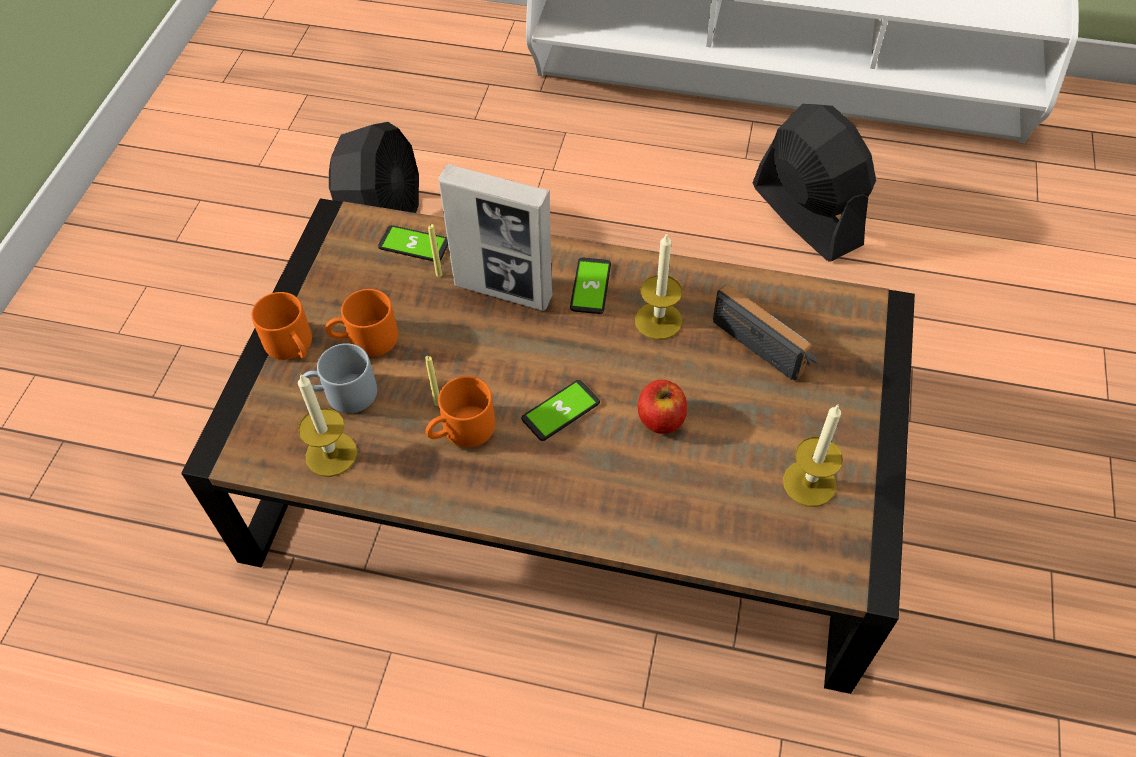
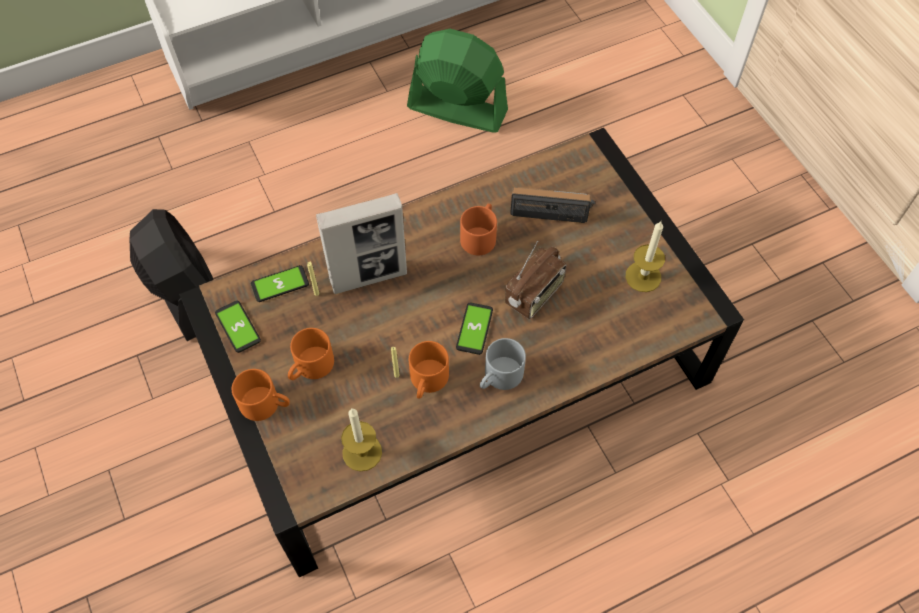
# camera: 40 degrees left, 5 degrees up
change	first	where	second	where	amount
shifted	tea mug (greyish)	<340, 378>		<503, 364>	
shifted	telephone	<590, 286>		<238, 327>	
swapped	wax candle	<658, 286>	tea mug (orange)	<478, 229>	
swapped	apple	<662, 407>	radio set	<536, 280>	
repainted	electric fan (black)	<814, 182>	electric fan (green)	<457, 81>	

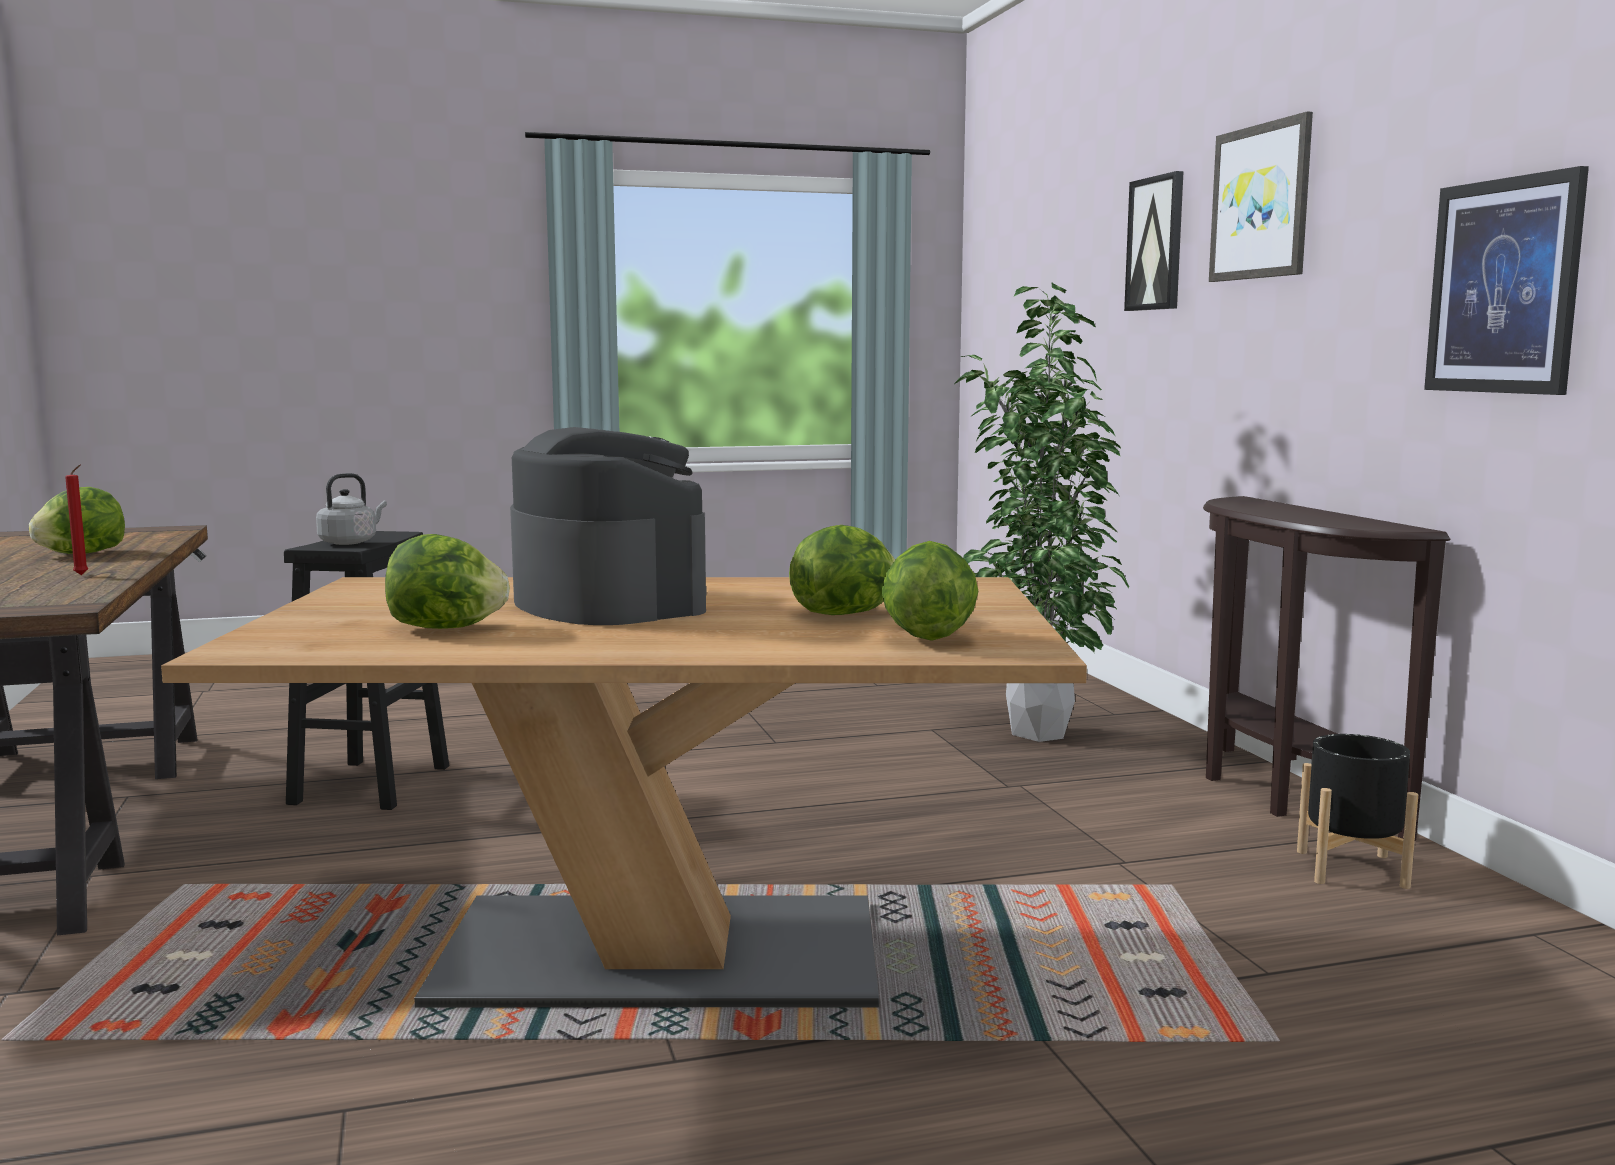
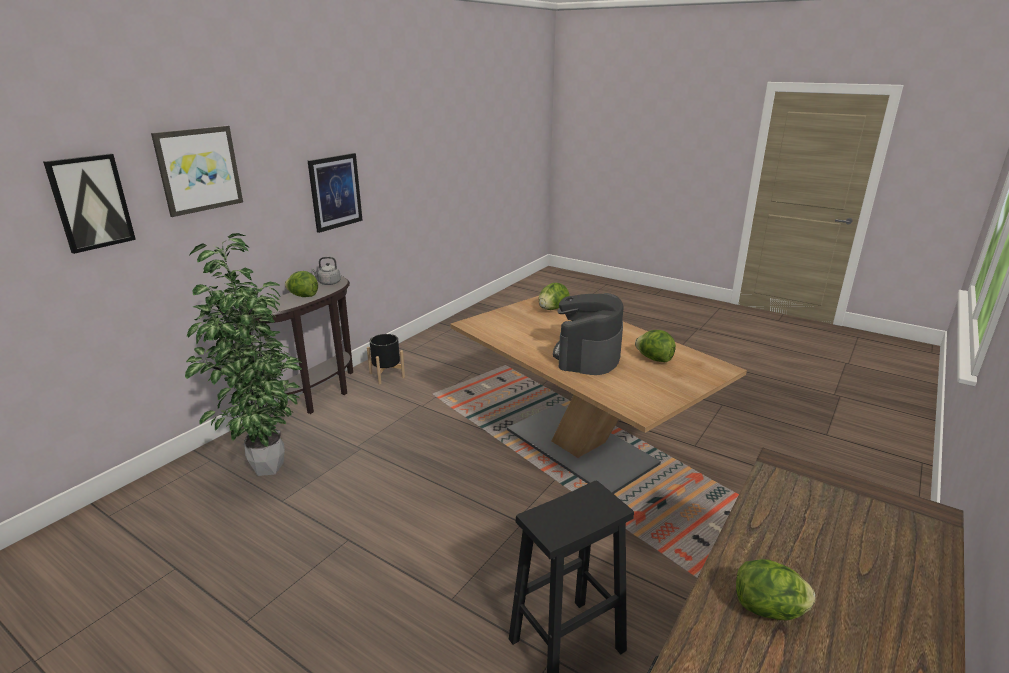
# camera: 130 degrees left, 15 degrees up
change	first	where	second	where	amount
gone	wax candle (red)	<76, 519>			
shifted	water kettle (greyish)	<351, 509>		<326, 271>	
shifted	lettuce head	<842, 570>		<301, 284>	

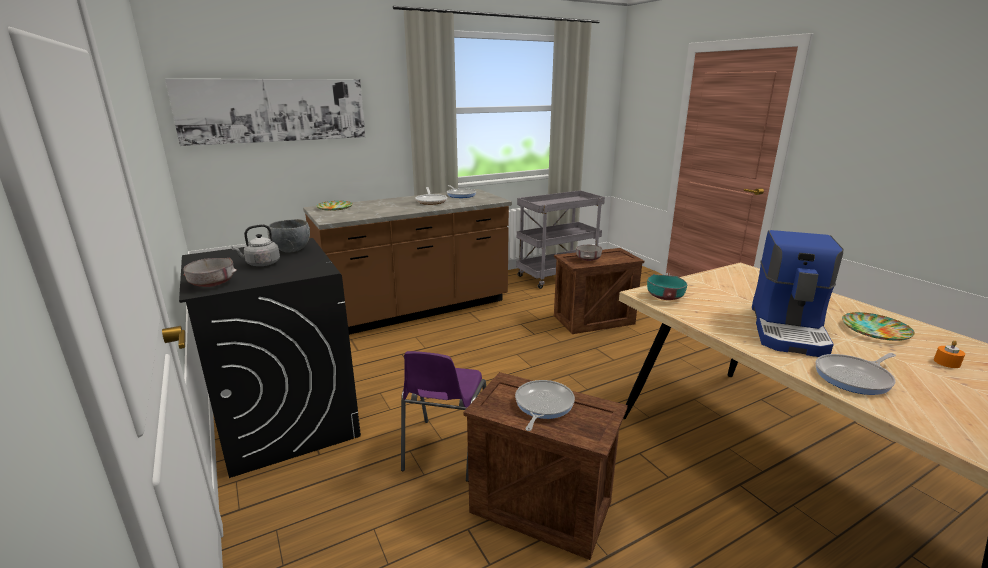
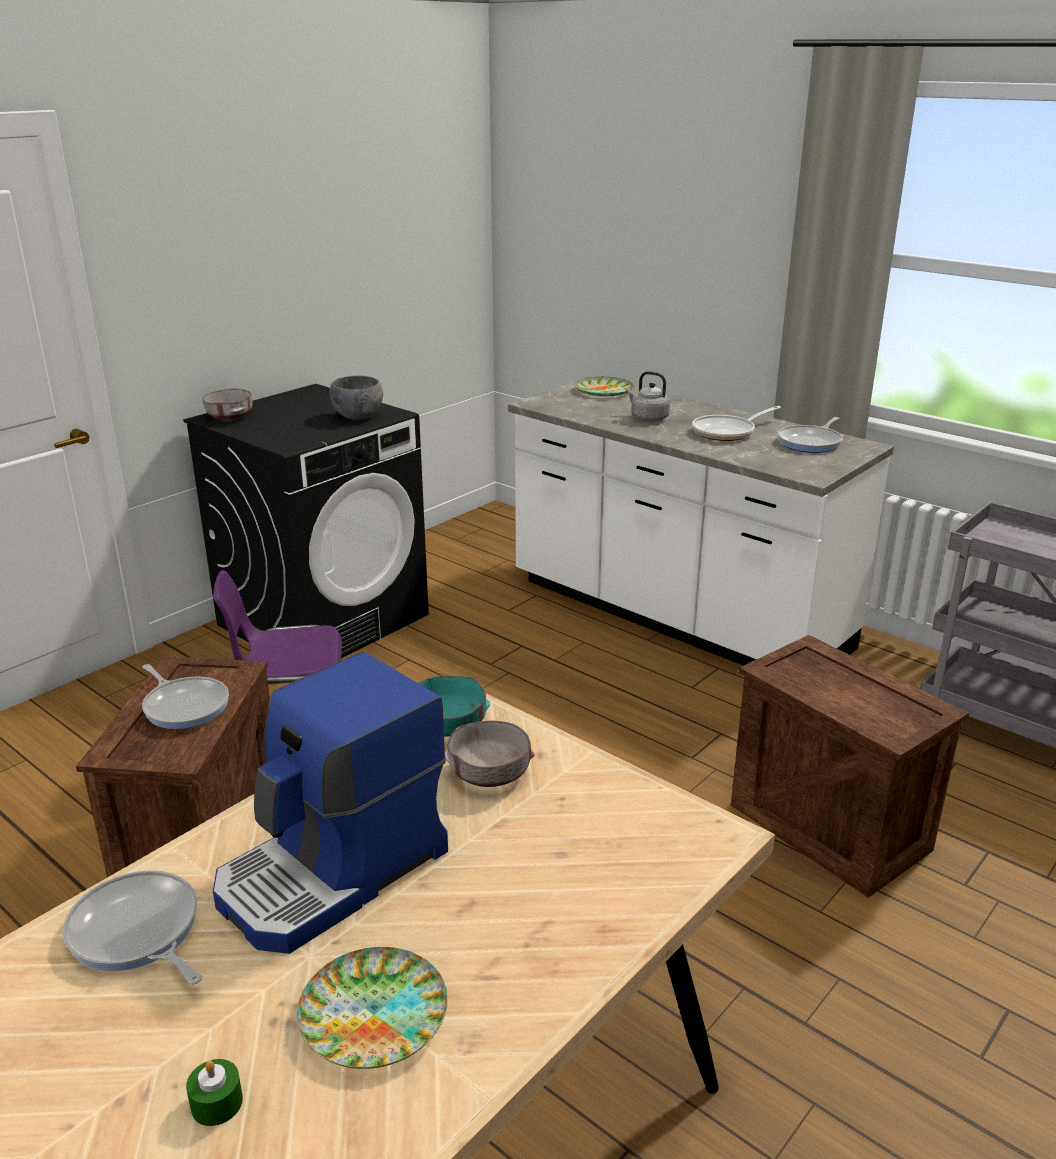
# camera: 70 degrees right, 5 degrees up
change	first	where	second	where	amount
gone	picture	<265, 112>			
shifted	water kettle (greyish)	<256, 245>		<648, 396>	
repainted	kitchen base unit (brown)	<407, 262>	kitchen base unit (white-coloured)	<701, 521>	
rotated	frying pan	<545, 405>		<185, 696>	45 degrees clockwise
shifted	deep dish (greyish)	<589, 253>		<489, 754>	
rotated	coffee maker	<798, 293>		<330, 803>	45 degrees counterclockwise
repainted	wax candle (orange)	<949, 354>	wax candle (green)	<214, 1092>	

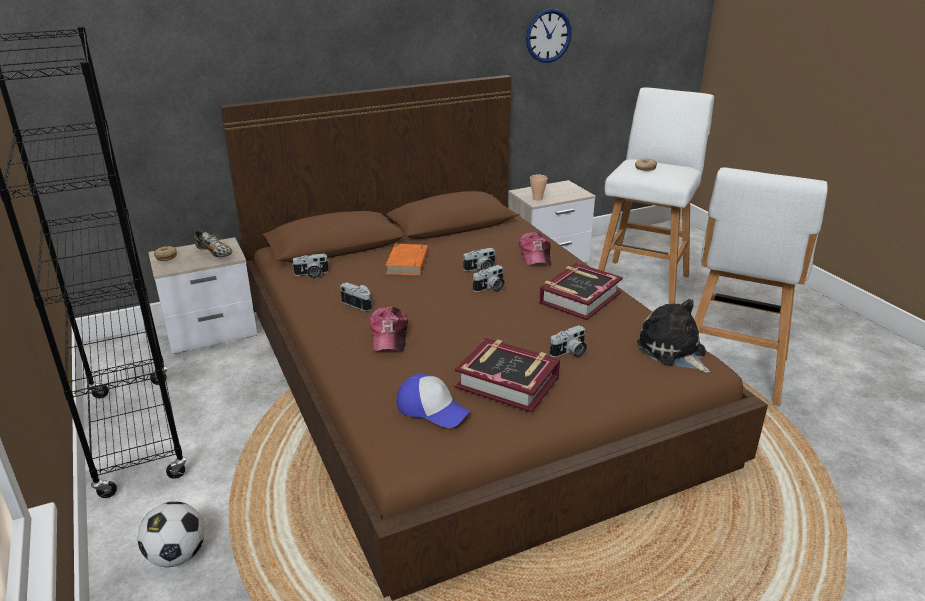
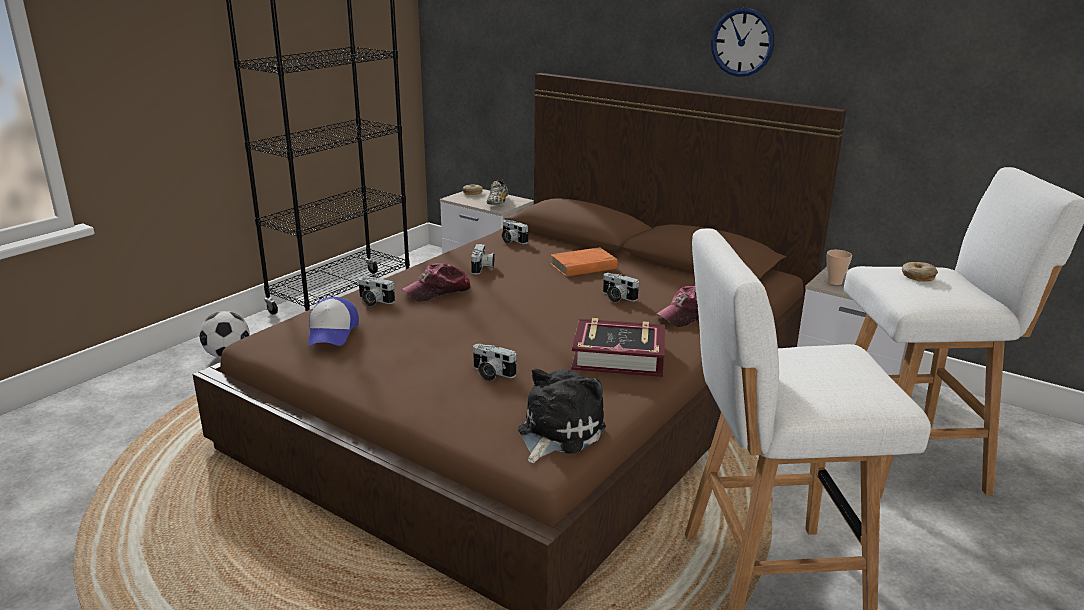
# camera: 60 degrees right, 5 degrees down
change	first	where	second	where	amount
gone	volume	<507, 375>			
shifted	photo camera	<489, 278>		<376, 292>	
shifted	wall clock	<549, 36>		<742, 42>	

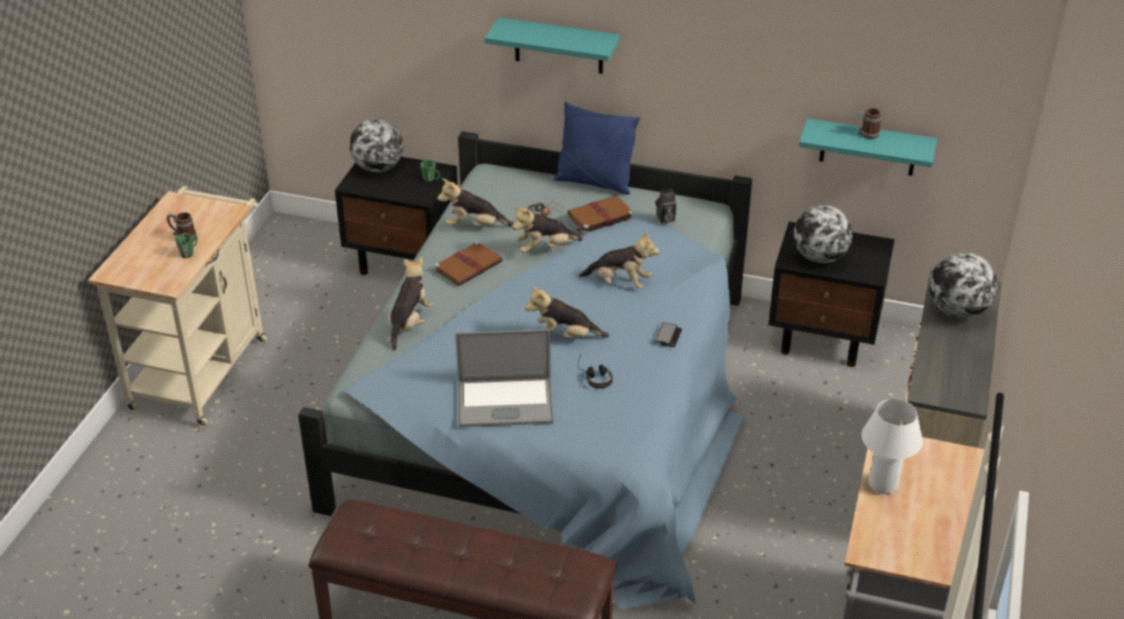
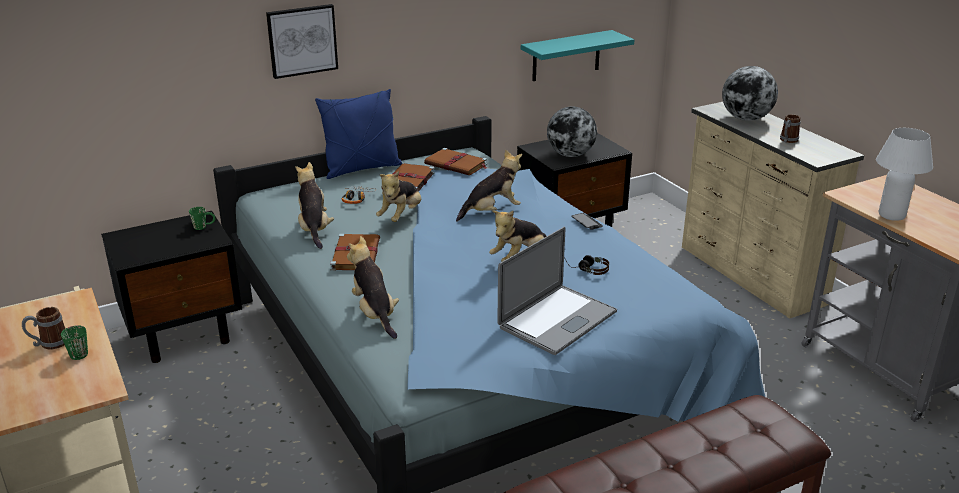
# camera: 45 degrees left, 10 degrees down
change	first	where	second	where	amount
gone	desk globe	<376, 145>			
rotated	cuddly toy	<475, 202>		<314, 205>	120 degrees clockwise
swapped	wall shelf (blue-green)	<552, 45>	picture	<302, 41>	
swapped	photo camera	<665, 206>	volume (brown)	<456, 161>	
shifted	tea mug	<867, 123>		<790, 128>	

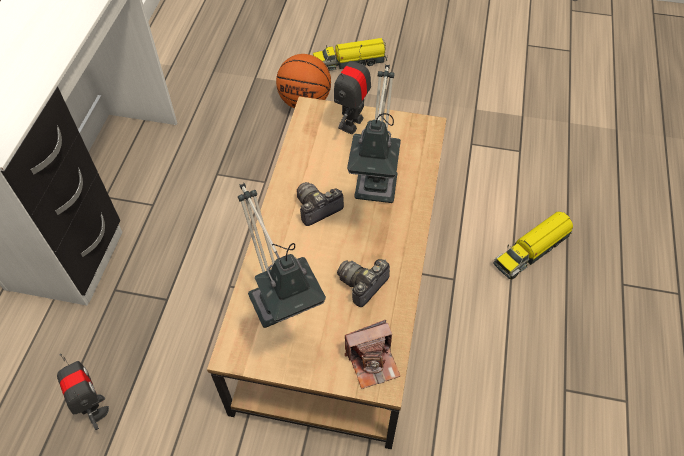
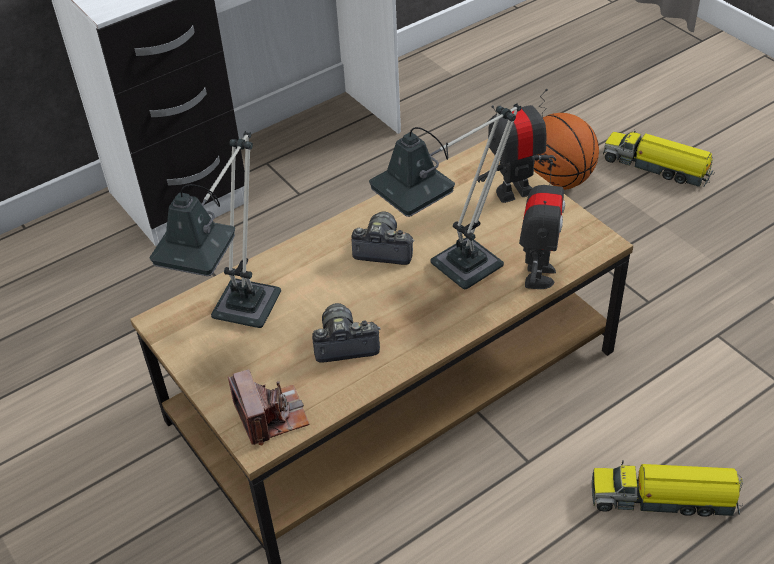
# camera: 45 degrees right, 10 degrees down
change	first	where	second	where	amount
shifted	model robot	<83, 392>		<542, 225>	
rotated	photo camera	<372, 354>		<268, 407>	135 degrees counterclockwise

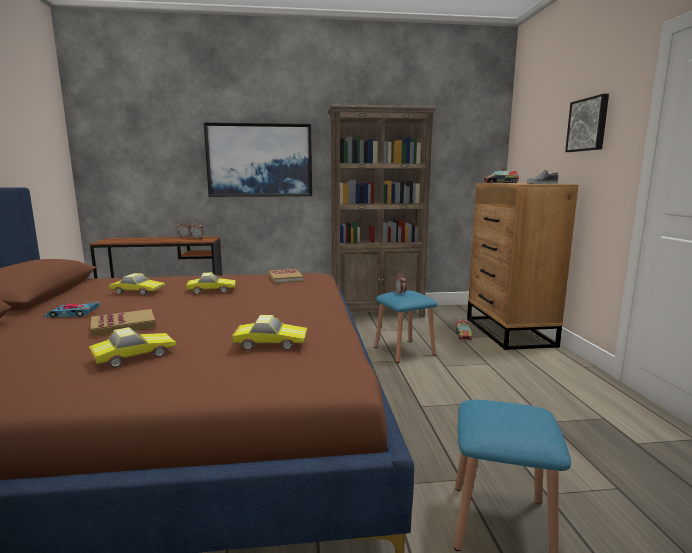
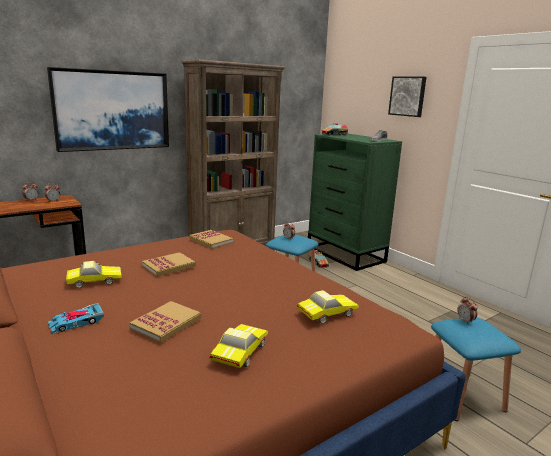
# camera: 30 degrees left, 5 degrees up
change	first	where	second	where	amount
swapped	model car	<211, 283>	volume	<169, 264>	
repainted	dresser (brown)	<522, 266>	dresser (green)	<355, 202>	
new			alarm clock	<467, 310>	

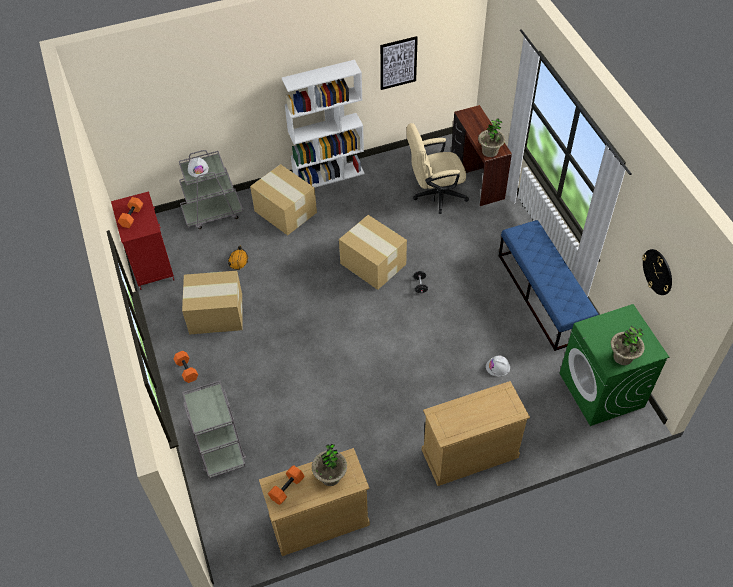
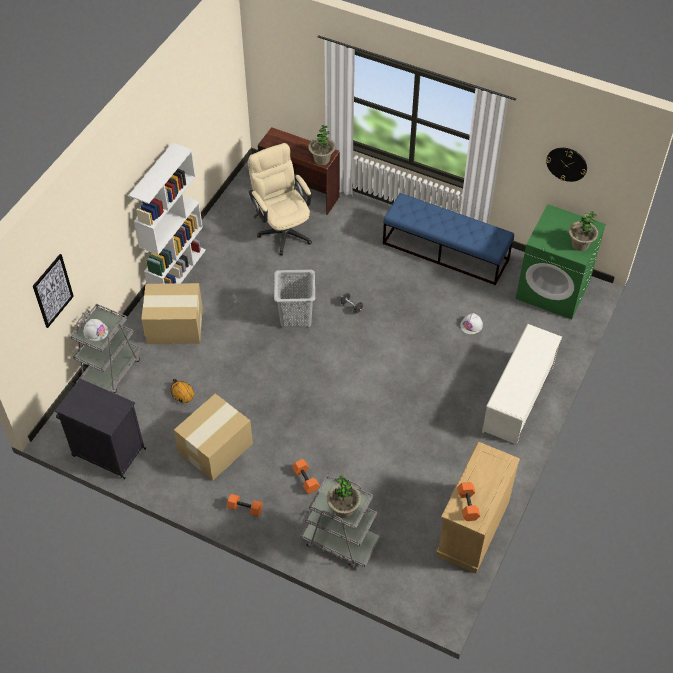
# camera: 45 degrees left, 0 degrees up
change	first	where	second	where	amount
repainted	cabinet (red)	<142, 240>	cabinet (black)	<100, 429>	
shifted	dumbbell (orange)	<130, 212>		<306, 476>	
shifted	plant in a pot	<329, 465>		<344, 496>	
swapped	packing box	<373, 252>	washing basket (greyish)	<294, 299>	
shifted	picture	<399, 63>		<53, 291>	
rotated	computer chair (beige-coloured)	<438, 168>		<280, 199>	120 degrees clockwise
swapped	dresser (beige-coloured)	<476, 433>	shoe shelf (white-coloured)	<522, 384>	

